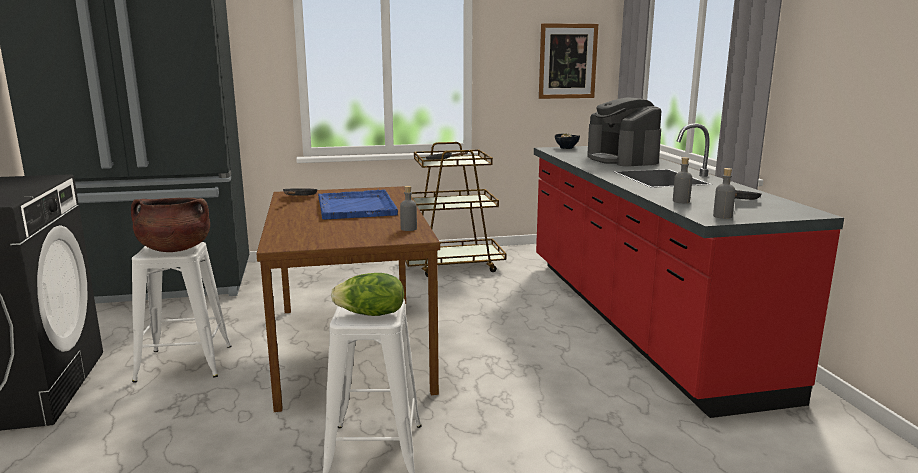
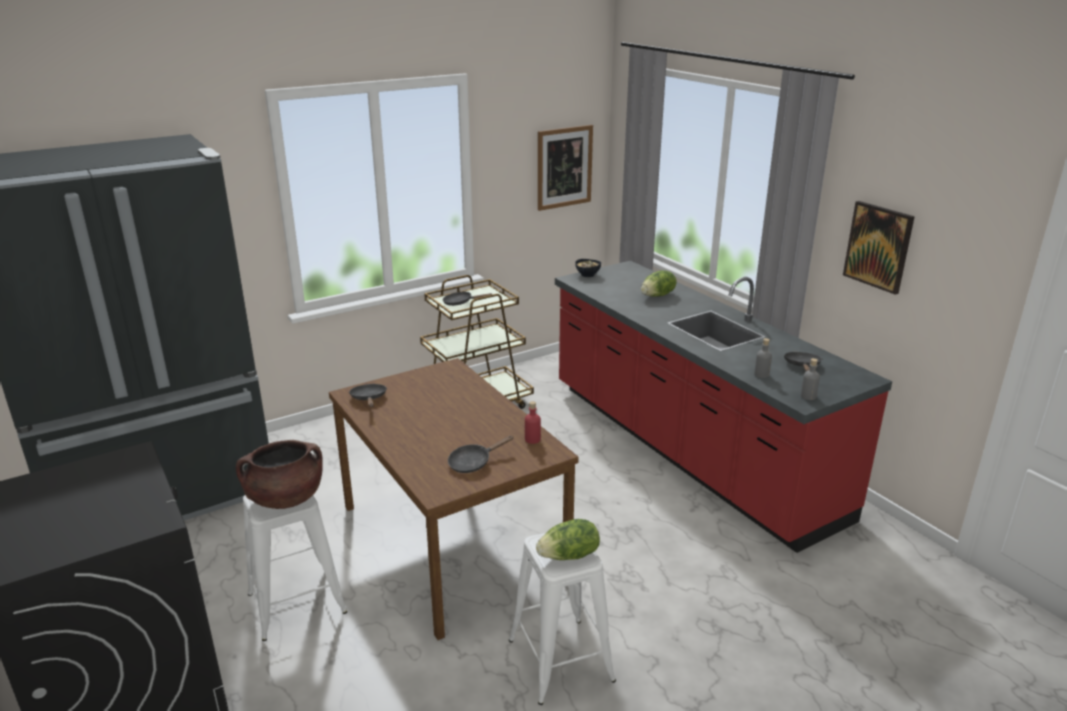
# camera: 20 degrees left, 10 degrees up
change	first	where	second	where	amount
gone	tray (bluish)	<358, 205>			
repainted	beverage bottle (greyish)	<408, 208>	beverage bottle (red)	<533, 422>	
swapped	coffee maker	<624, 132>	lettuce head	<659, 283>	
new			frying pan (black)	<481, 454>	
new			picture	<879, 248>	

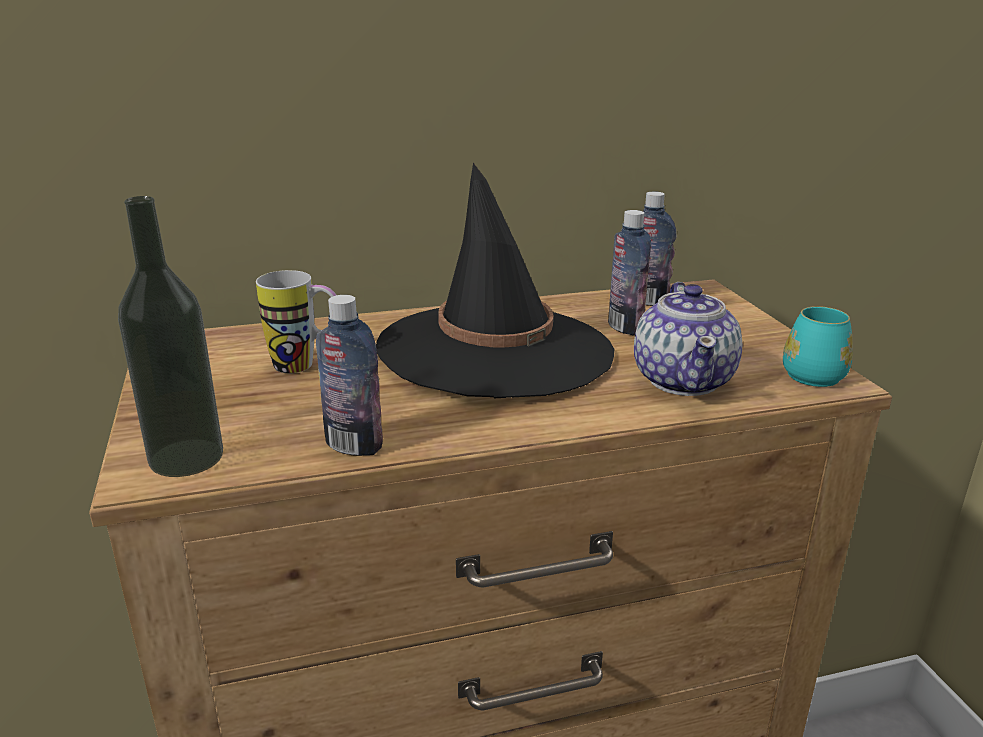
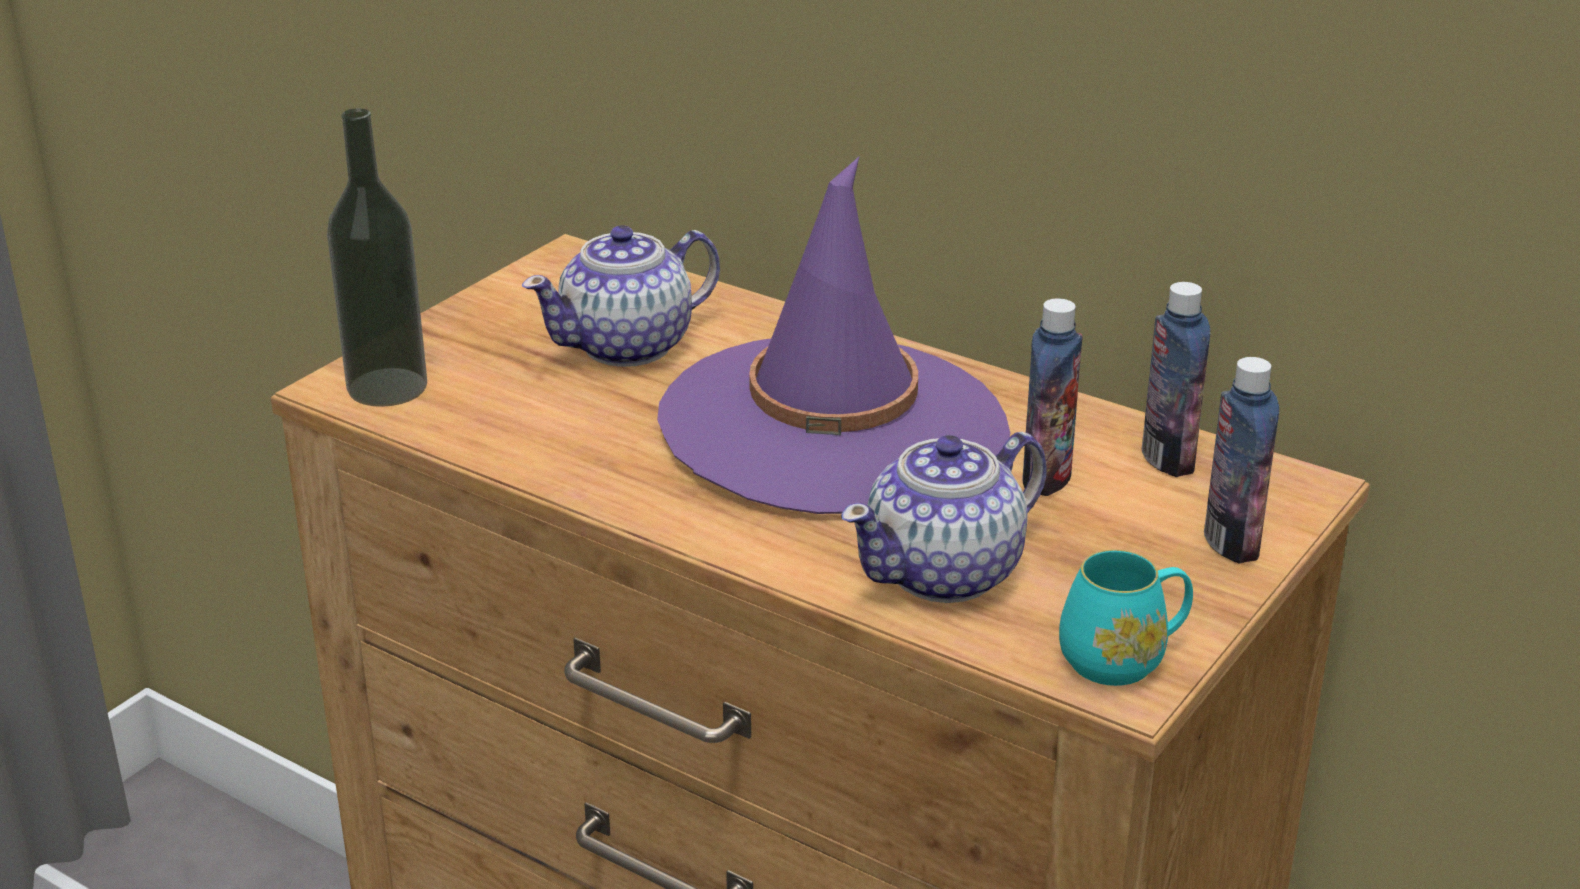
# camera: 50 degrees right, 5 degrees up
change	first	where	second	where	amount
swapped	tea mug	<296, 321>	tea pot	<621, 296>	
shifted	beverage bottle	<349, 375>		<1241, 460>	
repainted	wearable hat (black)	<495, 280>	wearable hat (purplish)	<833, 335>	

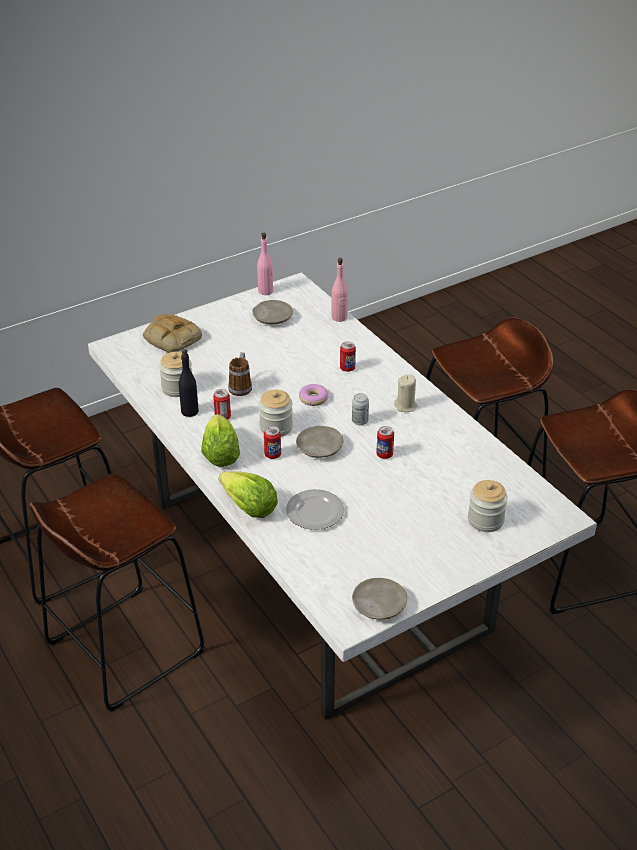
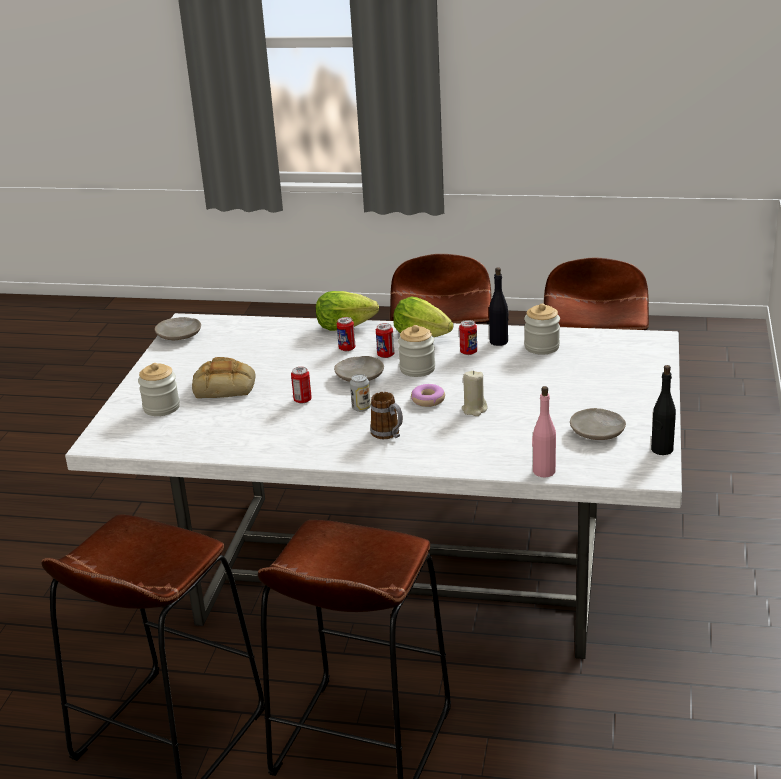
# camera: 135 degrees right, 10 degrees down
change	first	where	second	where	amount
shifted	baked bread	<172, 333>		<224, 377>	
shifted	tea mug	<240, 374>		<386, 415>	
repainted	beverage bottle (pink)	<265, 264>	beverage bottle (black)	<663, 410>	
gone	flat dish	<315, 509>			
shifted	can	<348, 356>		<346, 334>	
shifted	wax candle (beige-coloured)	<406, 393>		<474, 393>	

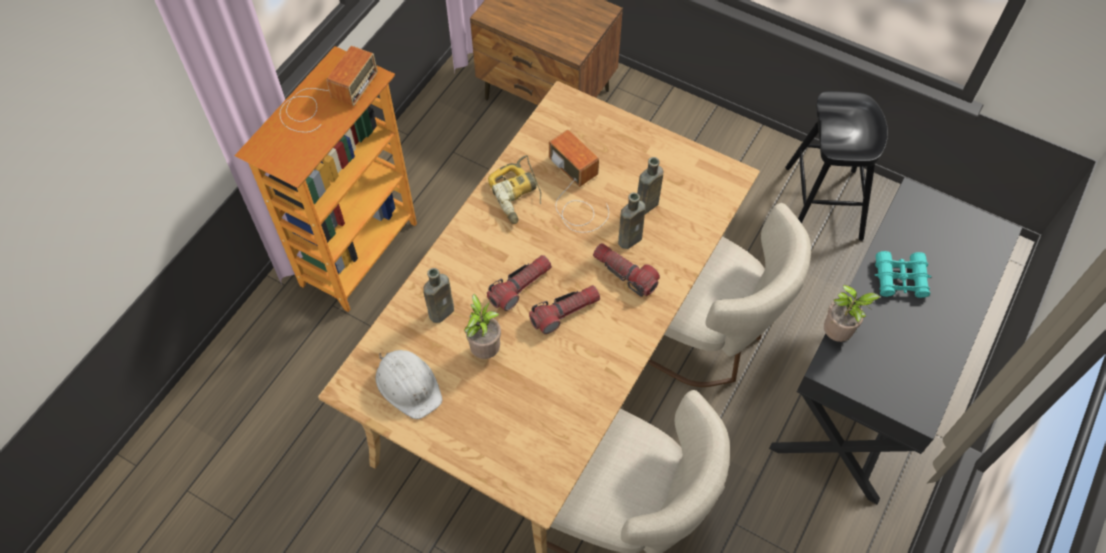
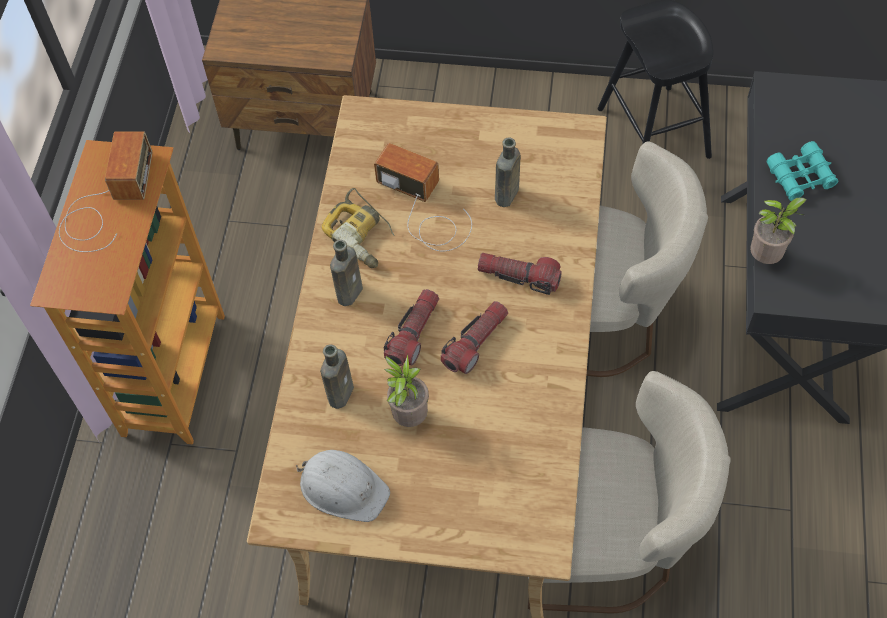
# camera: 20 degrees left, 0 degrees up
change	first	where	second	where	amount
shifted	beverage bottle (brown)	<631, 220>		<346, 273>	

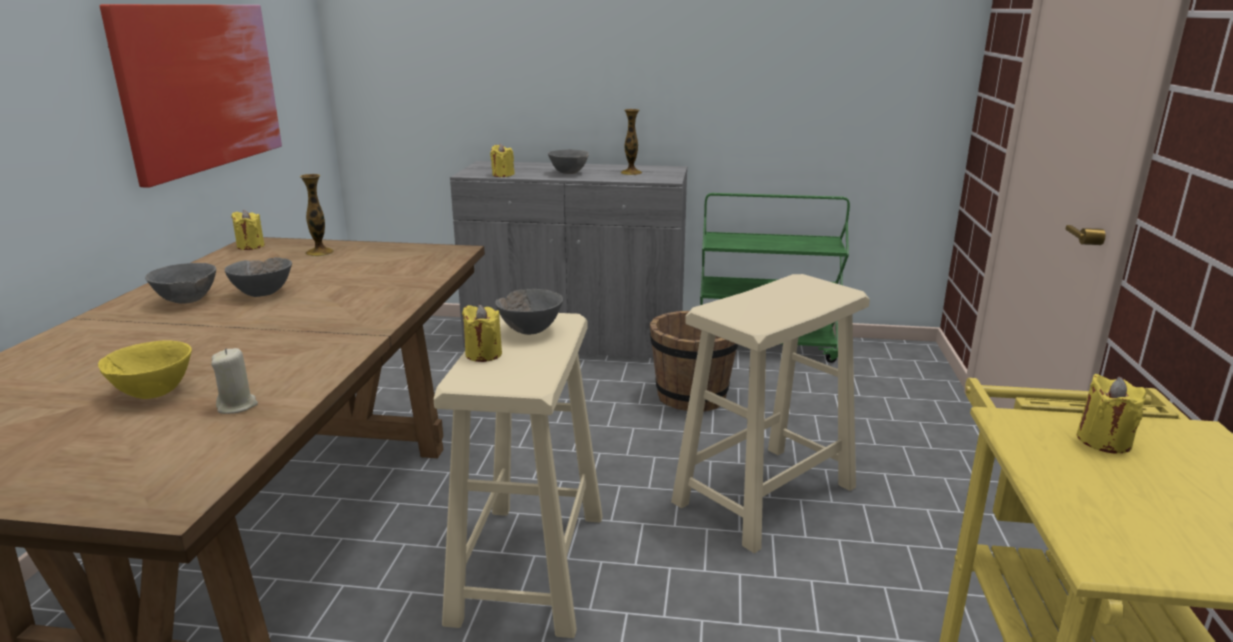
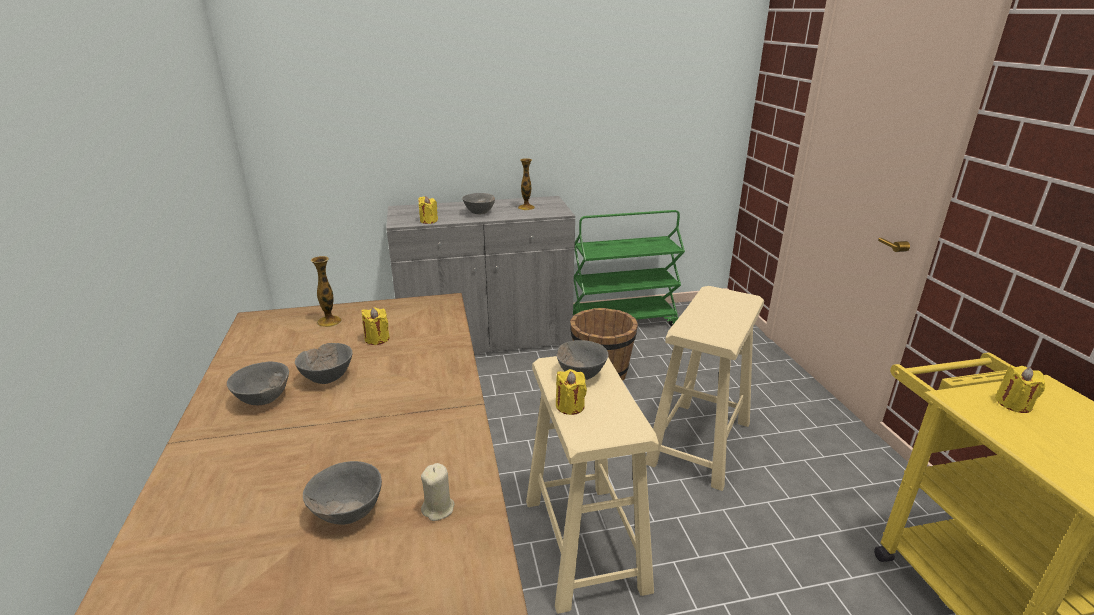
# camera: 20 degrees left, 5 degrees up
change	first	where	second	where	amount
repainted	deep dish (yellowish)	<145, 369>	deep dish (greyish)	<342, 493>	
gone	picture	<190, 96>			
shifted	wax candle (yellowish)	<248, 230>		<375, 326>	

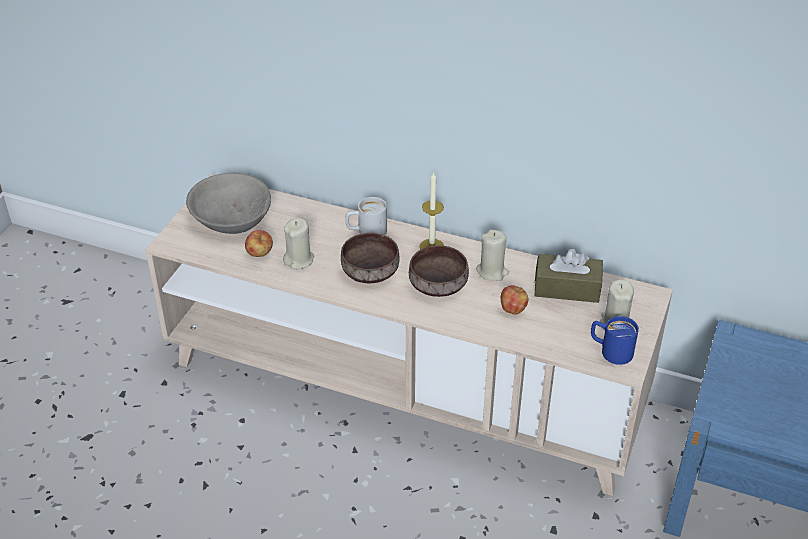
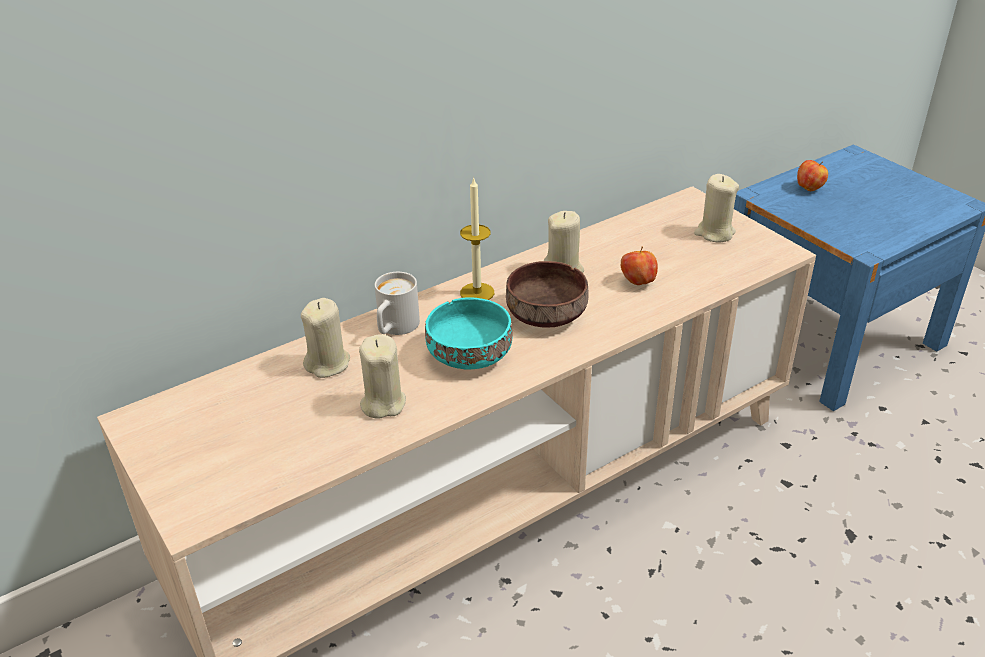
# camera: 55 degrees left, 5 degrees down
change	first	where	second	where	amount
gone	deep dish (greyish)	<228, 203>			
shifted	apple	<259, 243>		<812, 175>	
repainted	deep dish (brown)	<370, 258>	deep dish (blue-green)	<469, 333>	
gone	tissue box (brown)	<568, 275>			
gone	tea mug (bluish)	<615, 340>			
new			wax candle (beige-coloured)	<325, 338>	

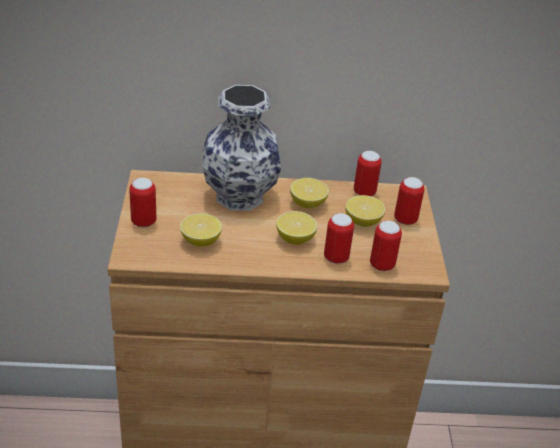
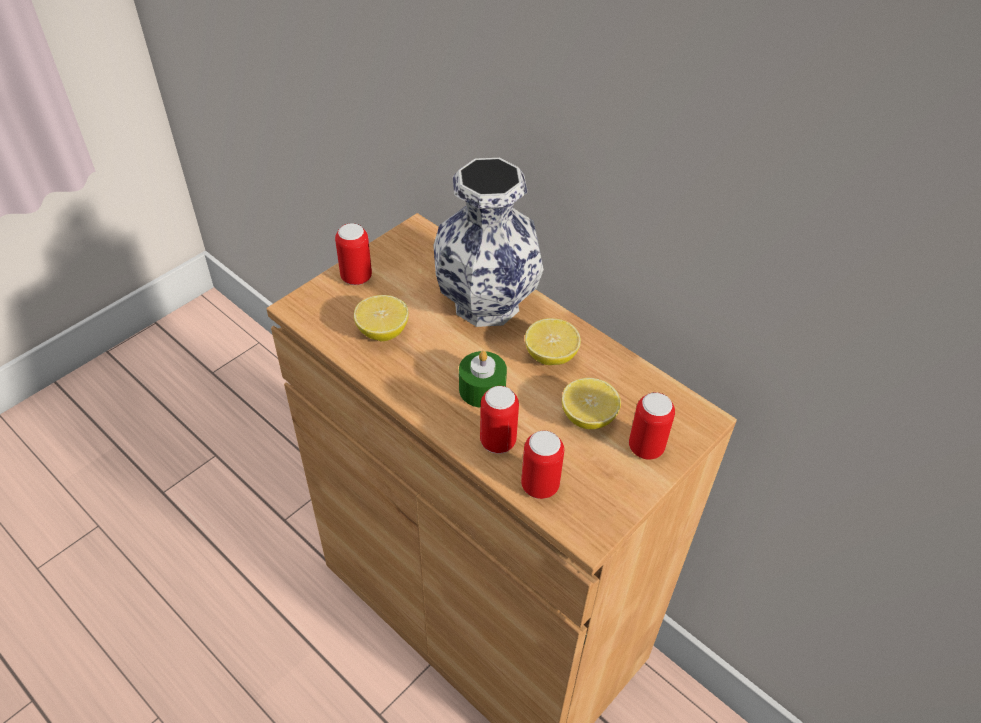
# camera: 45 degrees right, 10 degrees up
change	first	where	second	where	amount
swapped	citrus fruit	<296, 228>	wax candle (green)	<483, 379>	
gone	can	<368, 174>			

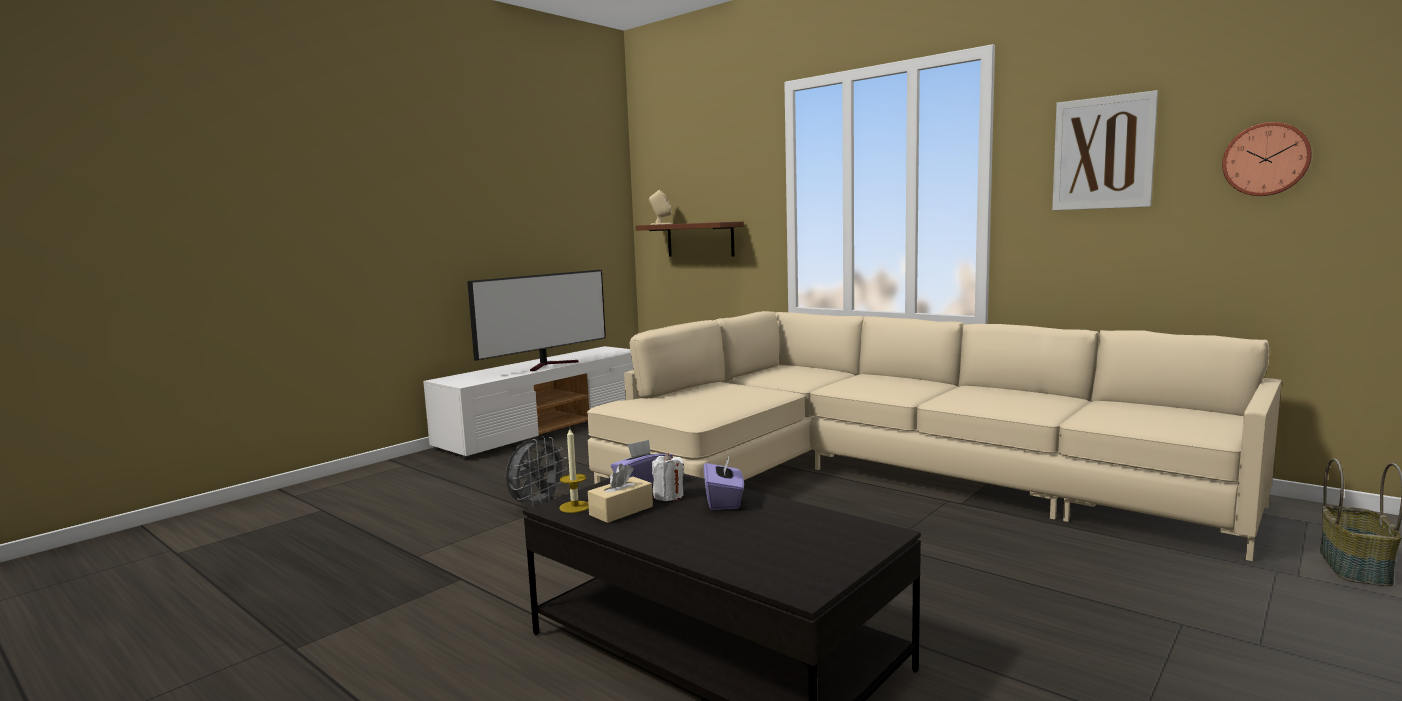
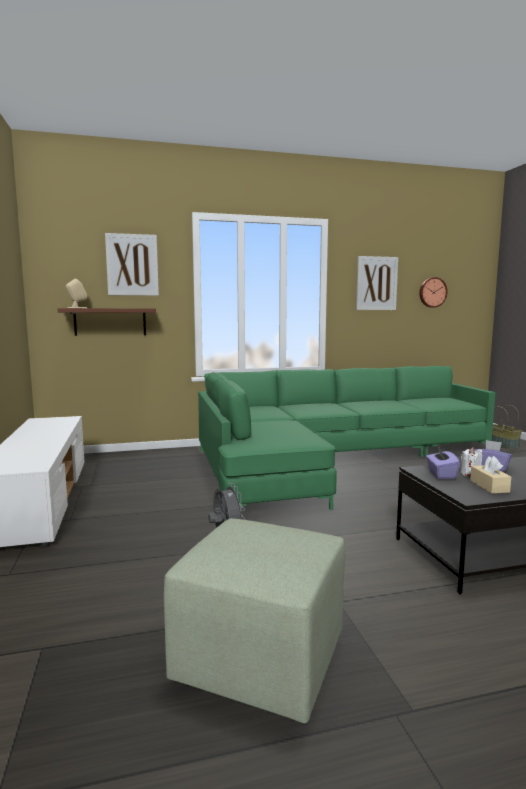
# camera: 55 degrees left, 0 degrees up
change	first	where	second	where	amount
gone	TV set	<536, 320>			
gone	wax candle	<574, 470>			
repainted	settee (beige-coloured)	<934, 436>	settee (green)	<346, 438>	
new			picture	<132, 264>	
new			ottoman (green)	<254, 620>	

